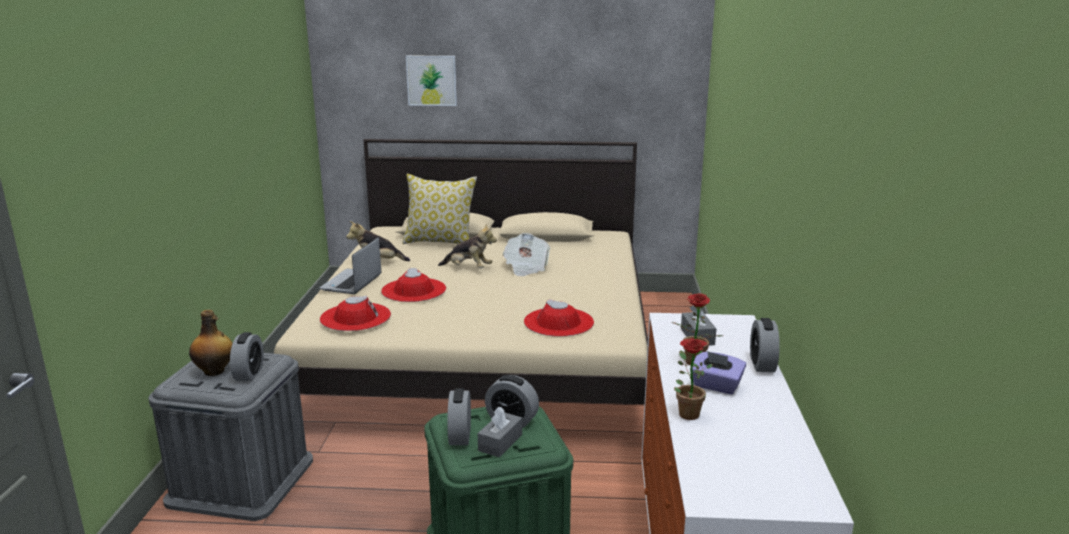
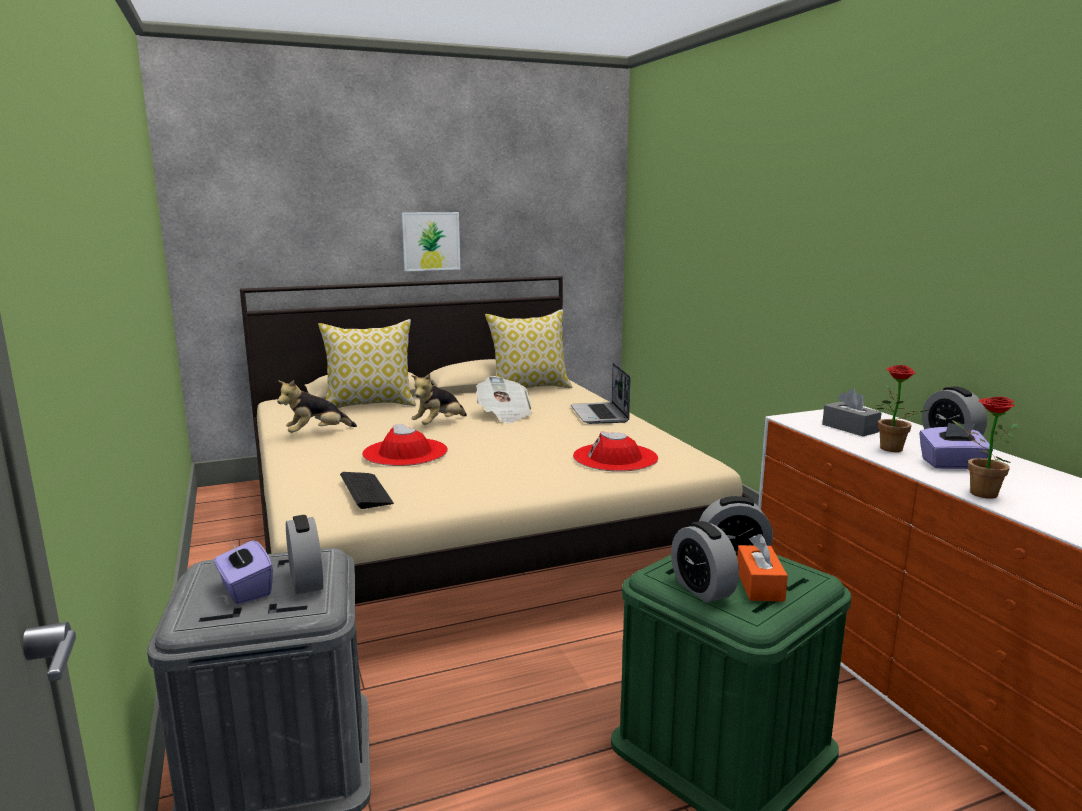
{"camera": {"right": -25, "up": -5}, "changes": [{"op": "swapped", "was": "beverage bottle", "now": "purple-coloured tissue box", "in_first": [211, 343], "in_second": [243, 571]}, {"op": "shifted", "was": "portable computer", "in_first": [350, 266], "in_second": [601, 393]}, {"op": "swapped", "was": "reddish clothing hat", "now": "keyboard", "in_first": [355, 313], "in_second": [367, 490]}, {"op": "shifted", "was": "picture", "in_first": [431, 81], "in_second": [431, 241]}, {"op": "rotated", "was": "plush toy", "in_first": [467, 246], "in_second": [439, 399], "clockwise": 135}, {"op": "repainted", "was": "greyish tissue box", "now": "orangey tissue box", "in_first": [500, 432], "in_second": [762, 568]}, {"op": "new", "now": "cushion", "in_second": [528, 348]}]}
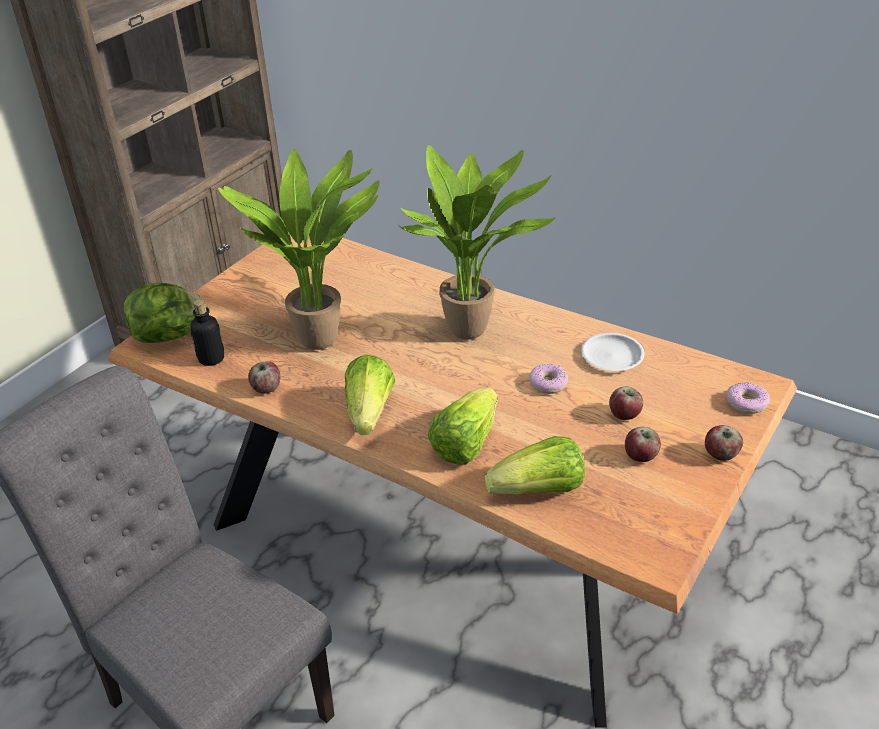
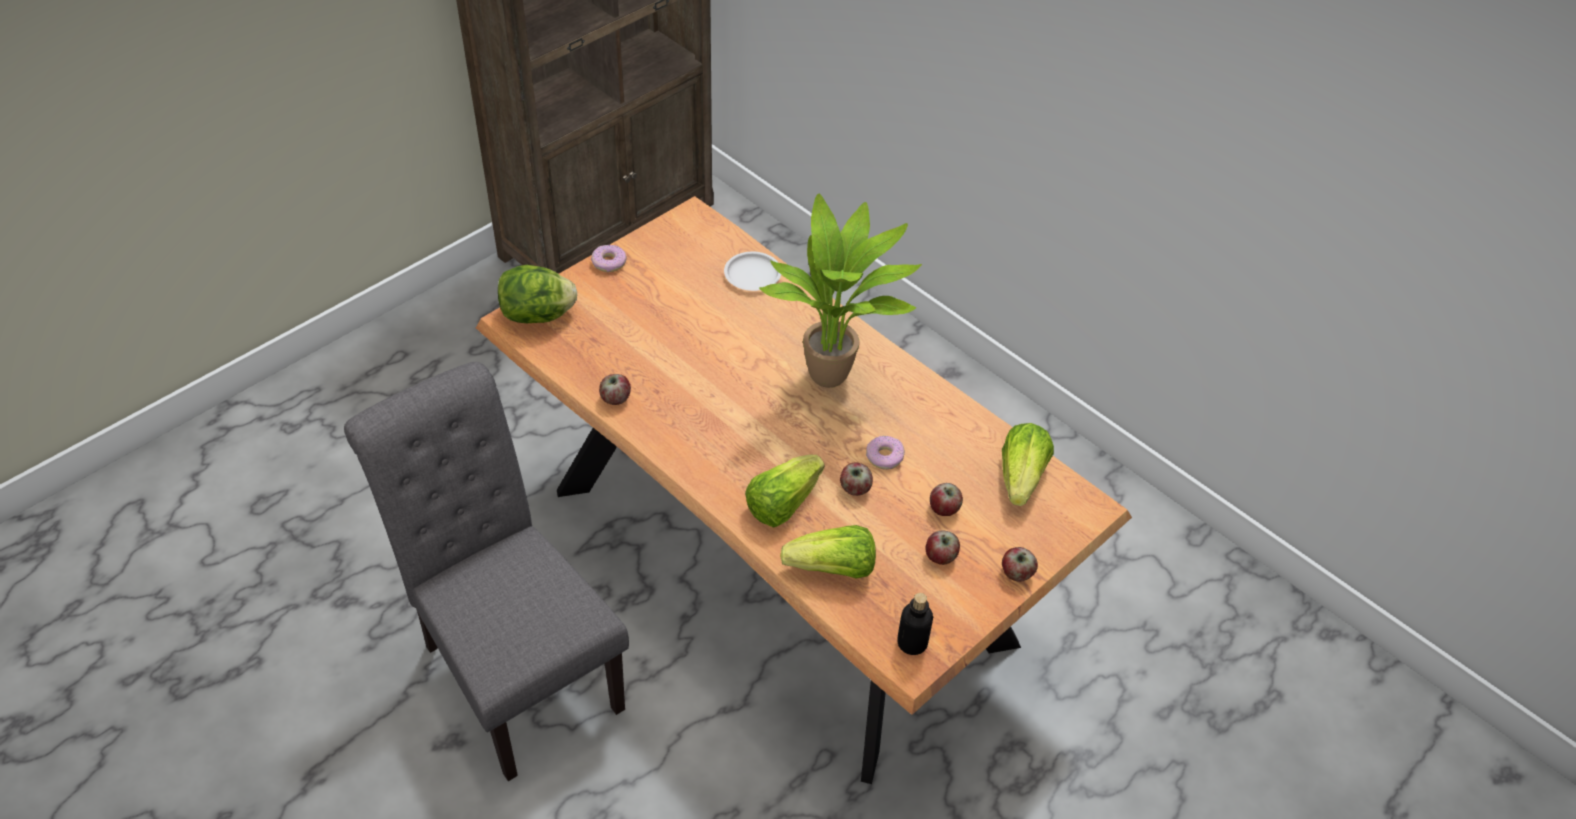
{"camera": {"right": 10, "up": 10}, "changes": [{"op": "shifted", "was": "beverage bottle", "in_first": [207, 333], "in_second": [915, 624]}, {"op": "gone", "was": "potted plant", "in_first": [298, 249]}, {"op": "shifted", "was": "lettuce head", "in_first": [370, 394], "in_second": [1028, 464]}, {"op": "shifted", "was": "white-coloured flat dish", "in_first": [613, 352], "in_second": [752, 271]}, {"op": "shifted", "was": "ring doughnut", "in_first": [748, 398], "in_second": [609, 258]}, {"op": "new", "now": "apple fruit", "in_second": [856, 479]}]}
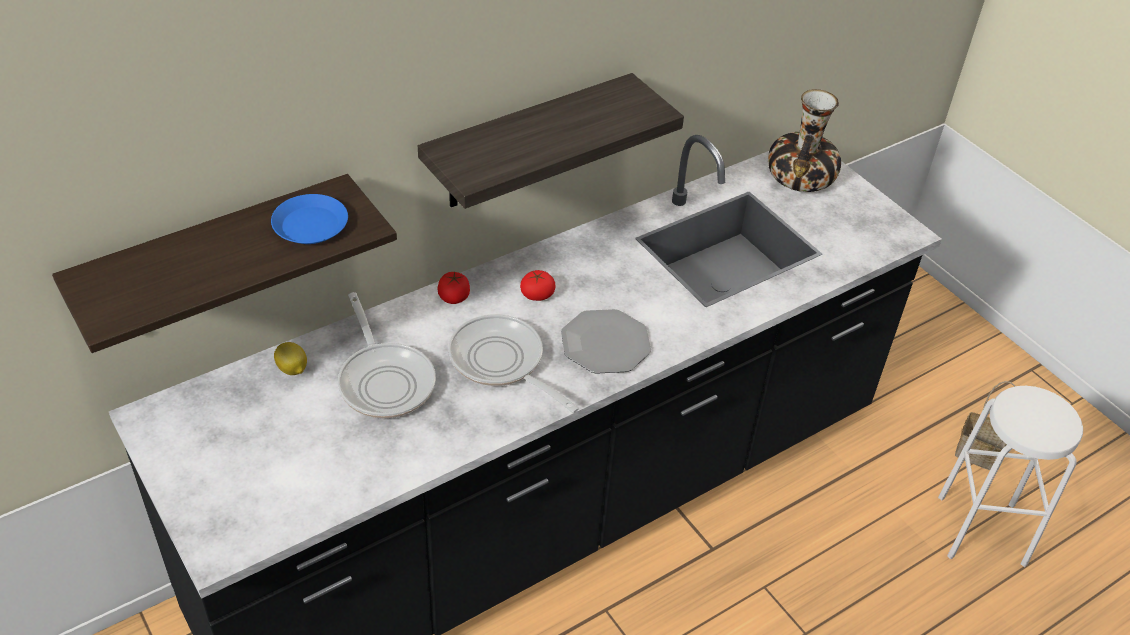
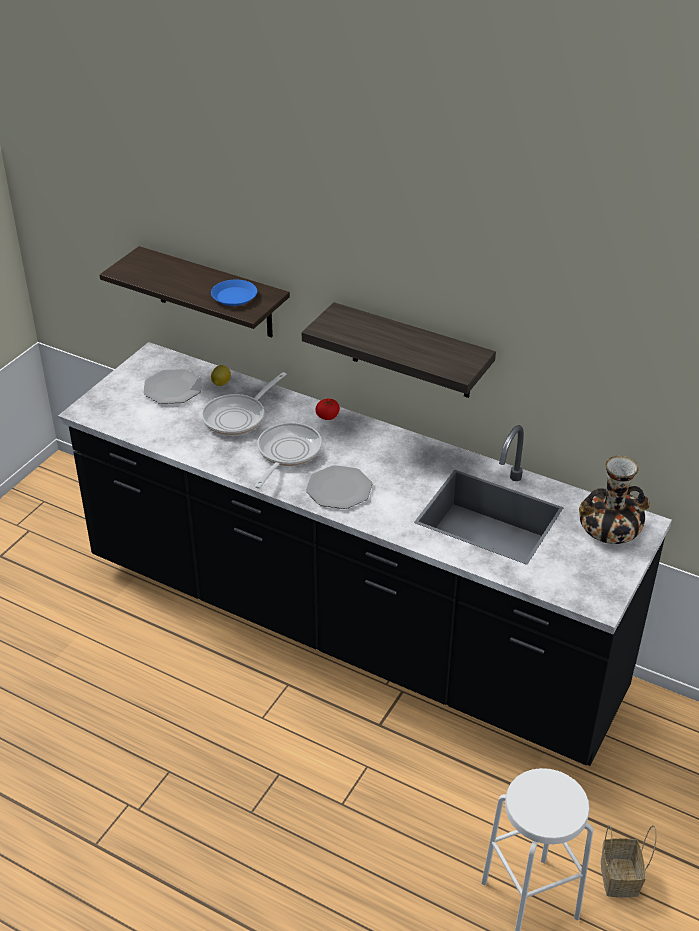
{"camera": {"right": 65, "up": -5}, "changes": [{"op": "gone", "was": "whole tomato", "in_first": [537, 285]}, {"op": "new", "now": "flat dish", "in_second": [172, 386]}]}
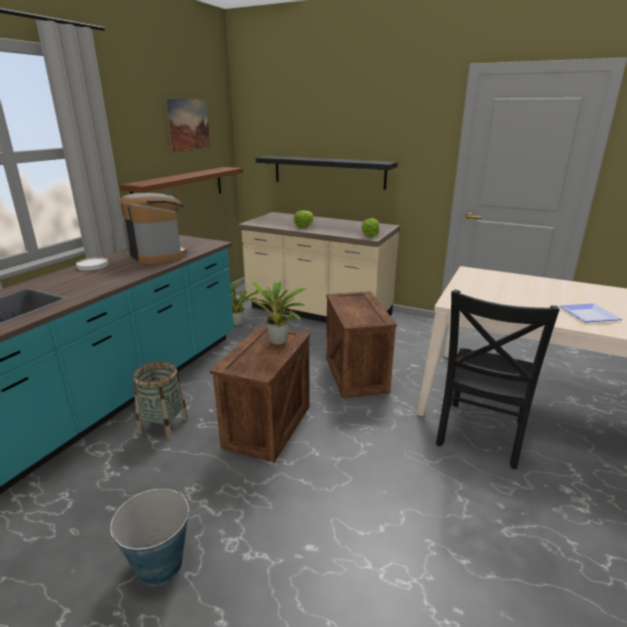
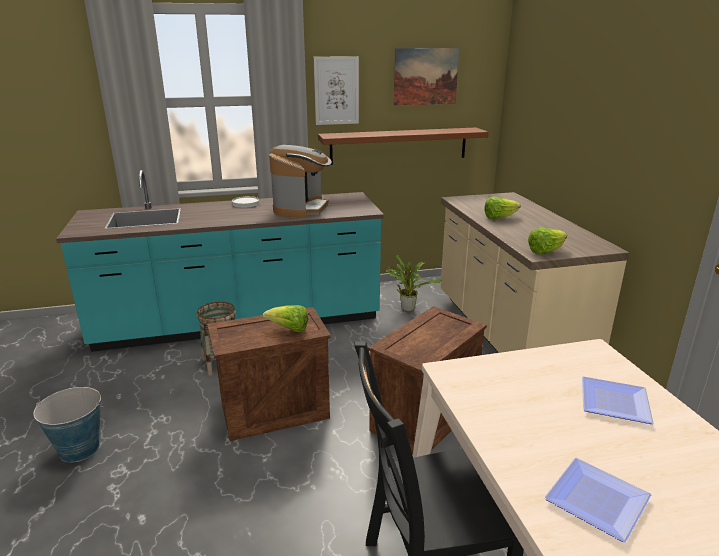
{"camera": {"right": 50, "up": 0}, "changes": [{"op": "swapped", "was": "potted plant", "now": "lettuce head", "in_first": [272, 313], "in_second": [285, 318]}, {"op": "gone", "was": "blackish shelf", "in_first": [327, 173]}, {"op": "new", "now": "picture", "in_second": [336, 90]}, {"op": "new", "now": "flat dish", "in_second": [618, 400]}]}
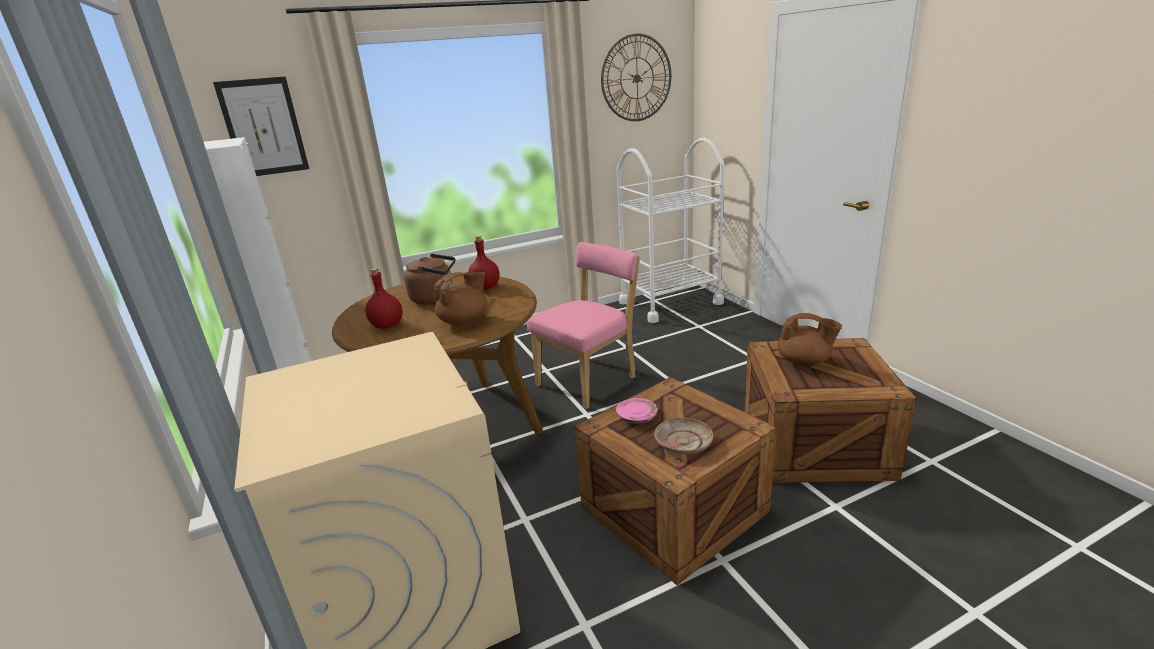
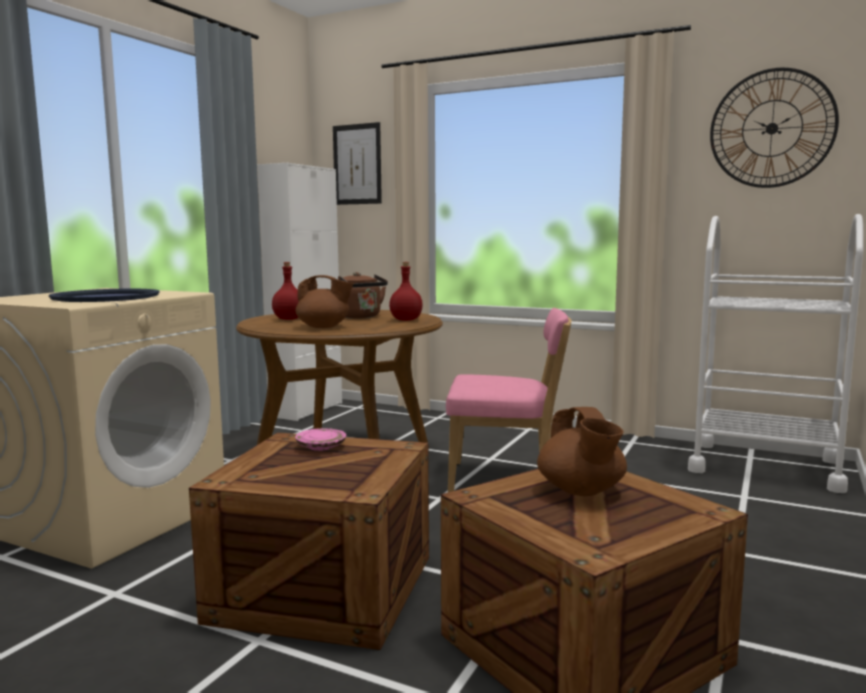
{"camera": {"right": 50, "up": -15}, "changes": [{"op": "gone", "was": "beige flat dish", "in_first": [683, 436]}, {"op": "new", "now": "blue-coloured serving tray", "in_second": [104, 295]}]}
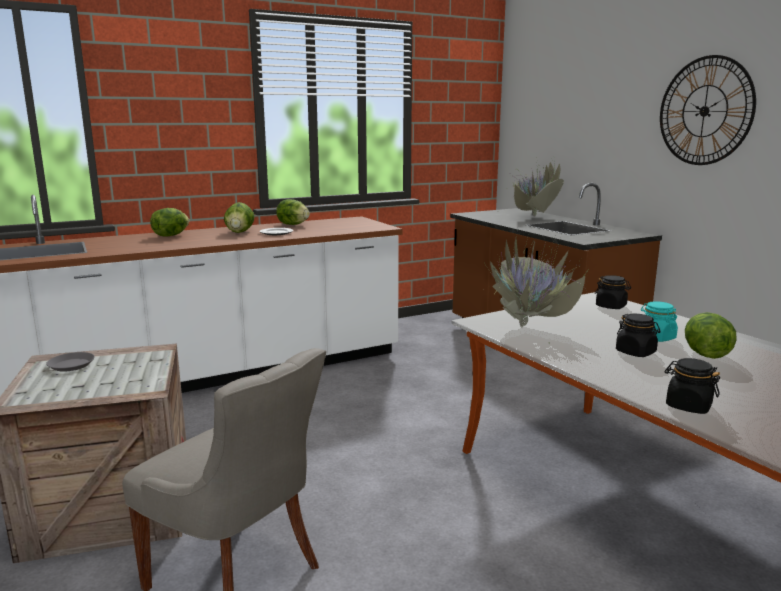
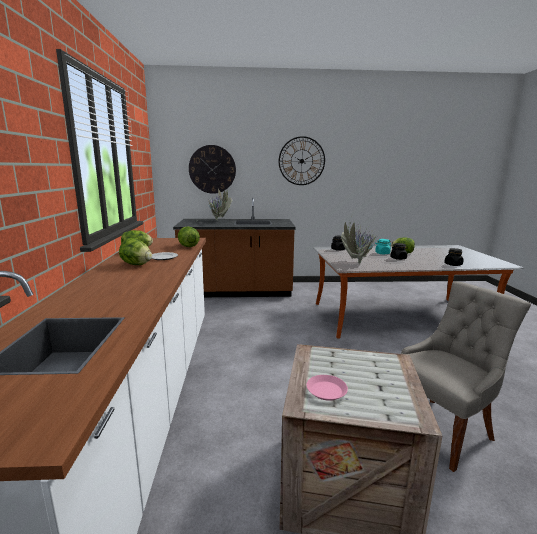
{"camera": {"right": -65, "up": 0}, "changes": [{"op": "repainted", "was": "greyish flat dish", "now": "pink flat dish", "in_first": [70, 362], "in_second": [327, 388]}, {"op": "shifted", "was": "lettuce head", "in_first": [169, 222], "in_second": [189, 237]}, {"op": "new", "now": "hanging clock", "in_second": [212, 169]}]}
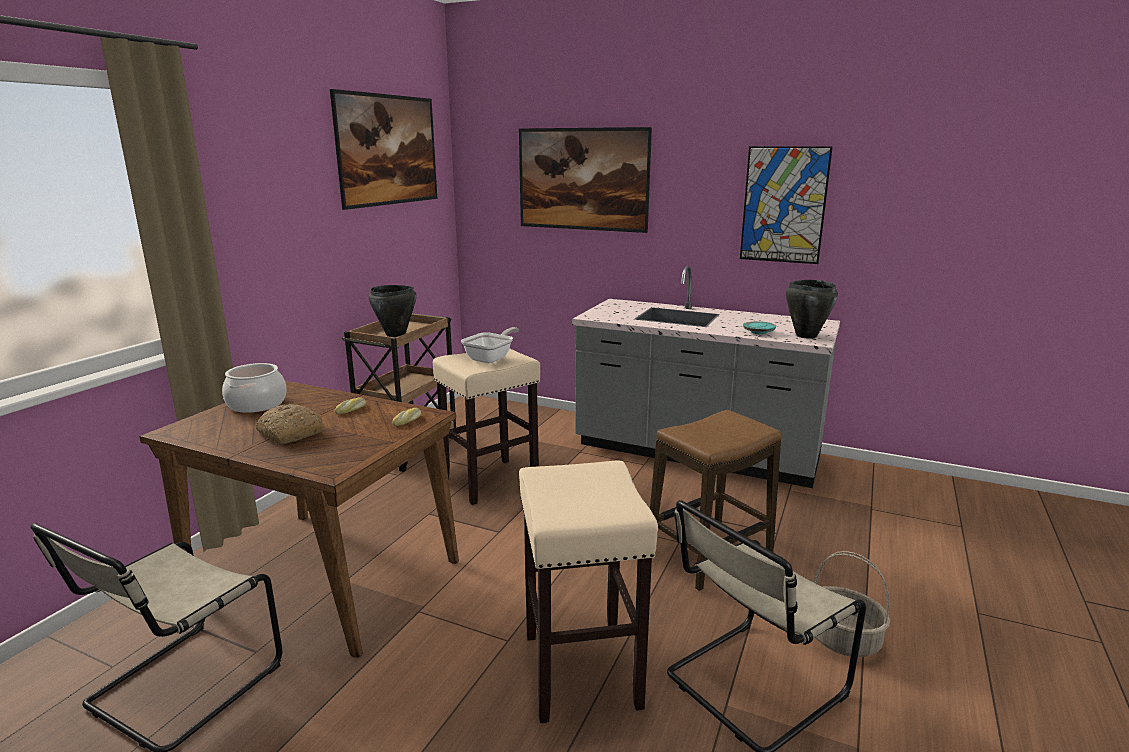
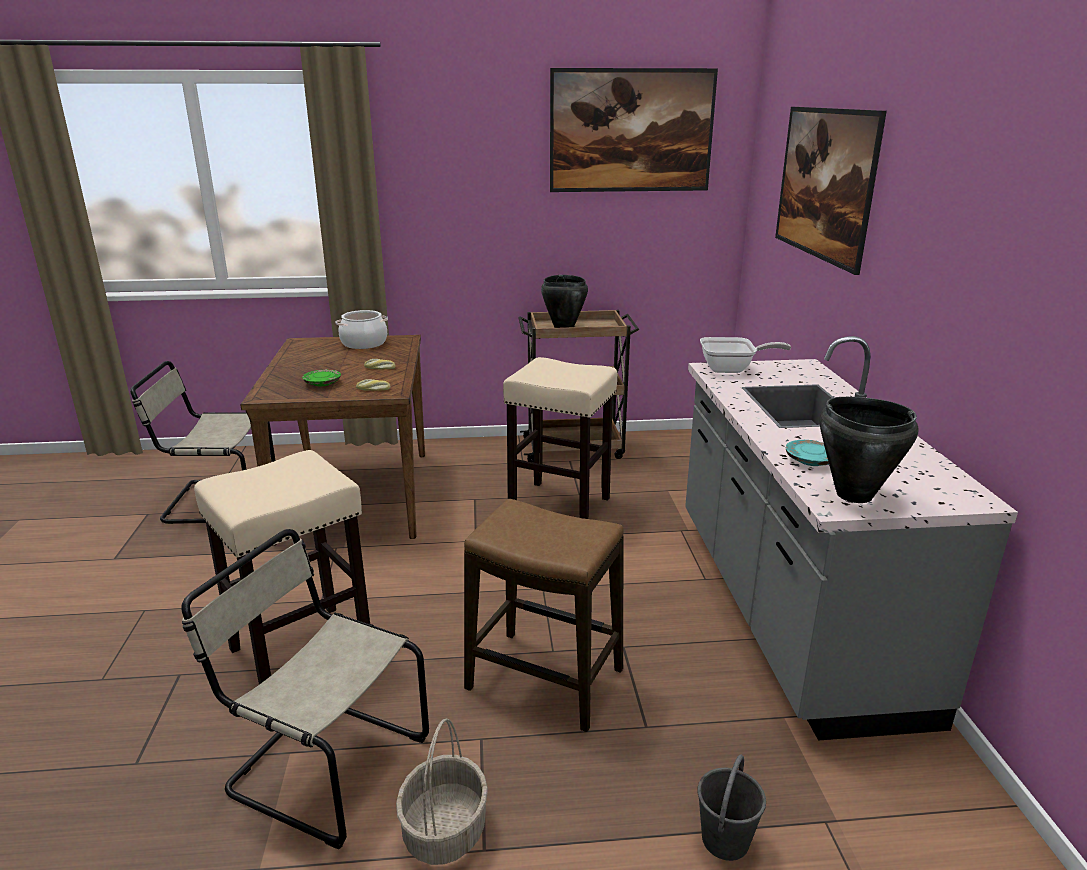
{"camera": {"right": 60, "up": 5}, "changes": [{"op": "gone", "was": "bakery bread", "in_first": [290, 424]}, {"op": "shifted", "was": "skillet", "in_first": [490, 345], "in_second": [745, 355]}, {"op": "gone", "was": "picture", "in_first": [786, 205]}, {"op": "new", "now": "greenish flat dish", "in_second": [321, 378]}, {"op": "new", "now": "greyish pail", "in_second": [732, 807]}]}
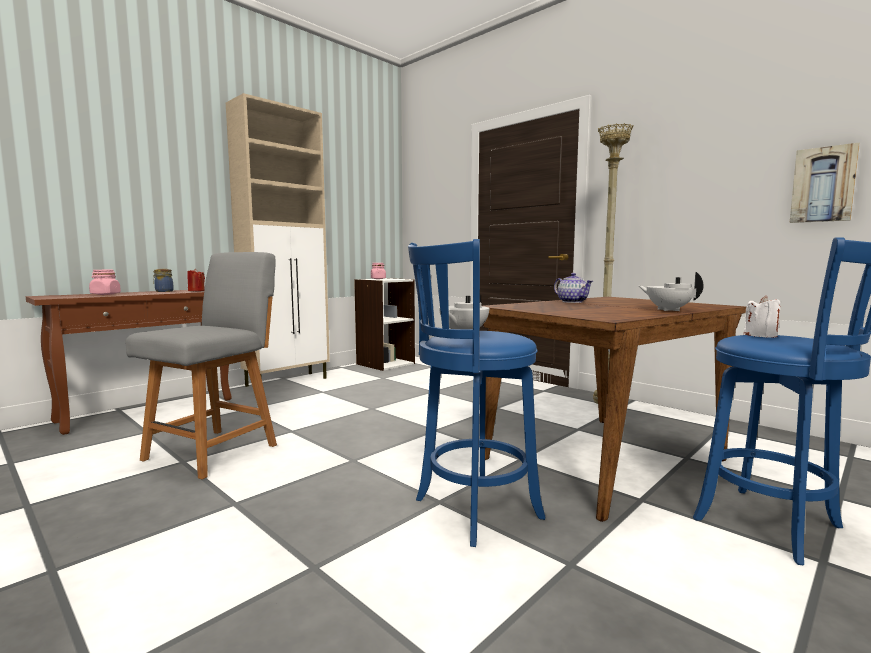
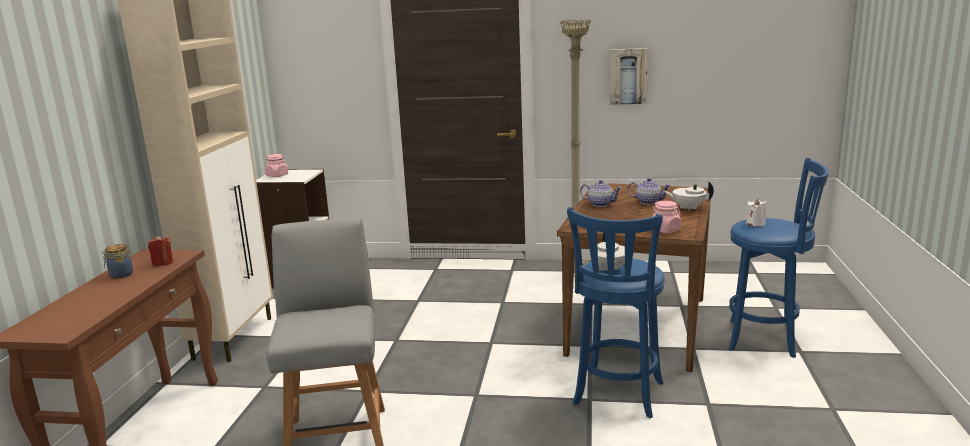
{"camera": {"right": -35, "up": 10}, "changes": [{"op": "shifted", "was": "pink jar", "in_first": [105, 282], "in_second": [666, 217]}, {"op": "shifted", "was": "picture", "in_first": [825, 183], "in_second": [629, 76]}, {"op": "new", "now": "tea pot", "in_second": [649, 191]}]}
